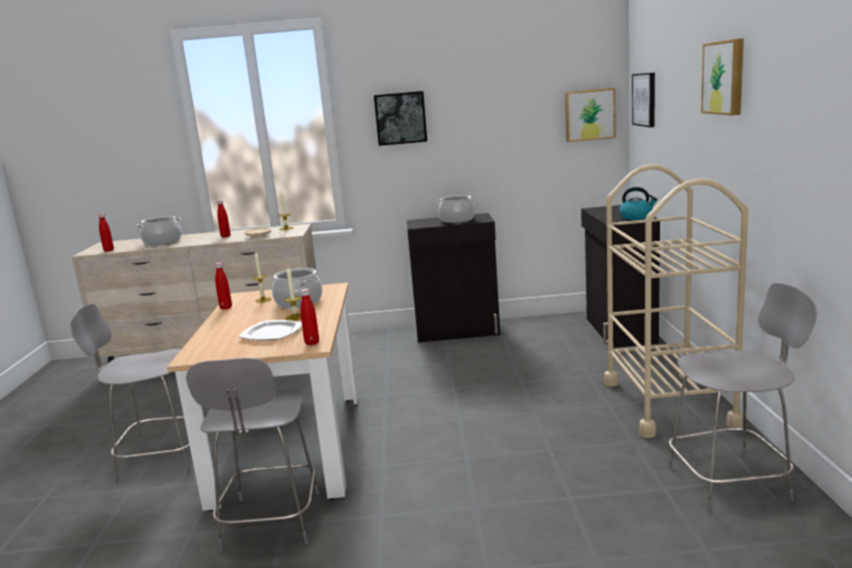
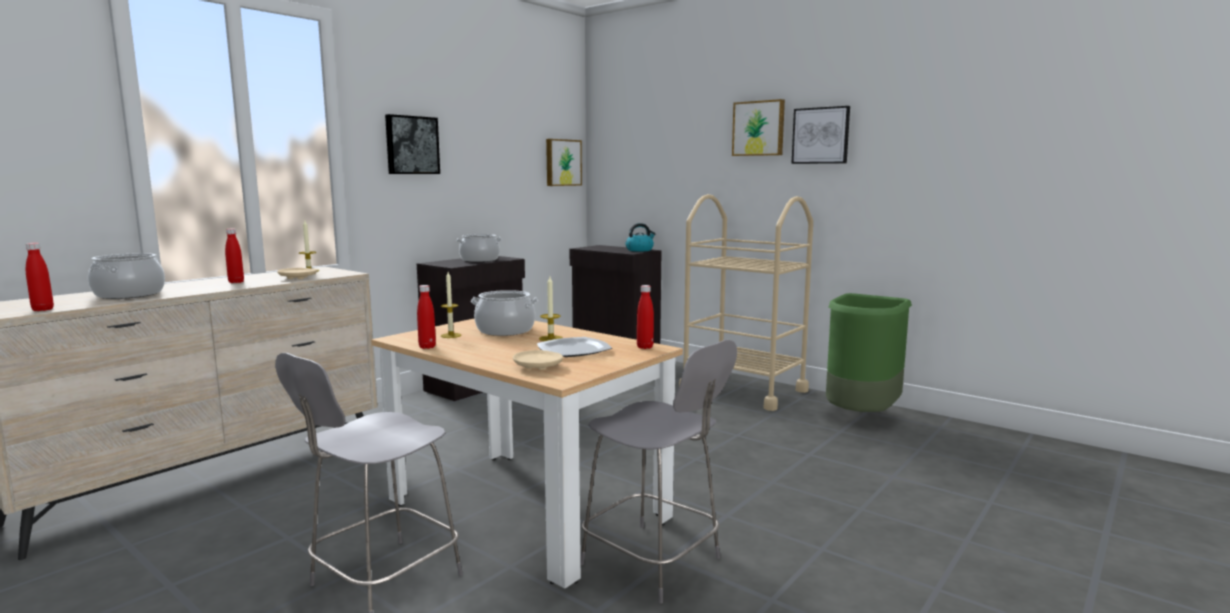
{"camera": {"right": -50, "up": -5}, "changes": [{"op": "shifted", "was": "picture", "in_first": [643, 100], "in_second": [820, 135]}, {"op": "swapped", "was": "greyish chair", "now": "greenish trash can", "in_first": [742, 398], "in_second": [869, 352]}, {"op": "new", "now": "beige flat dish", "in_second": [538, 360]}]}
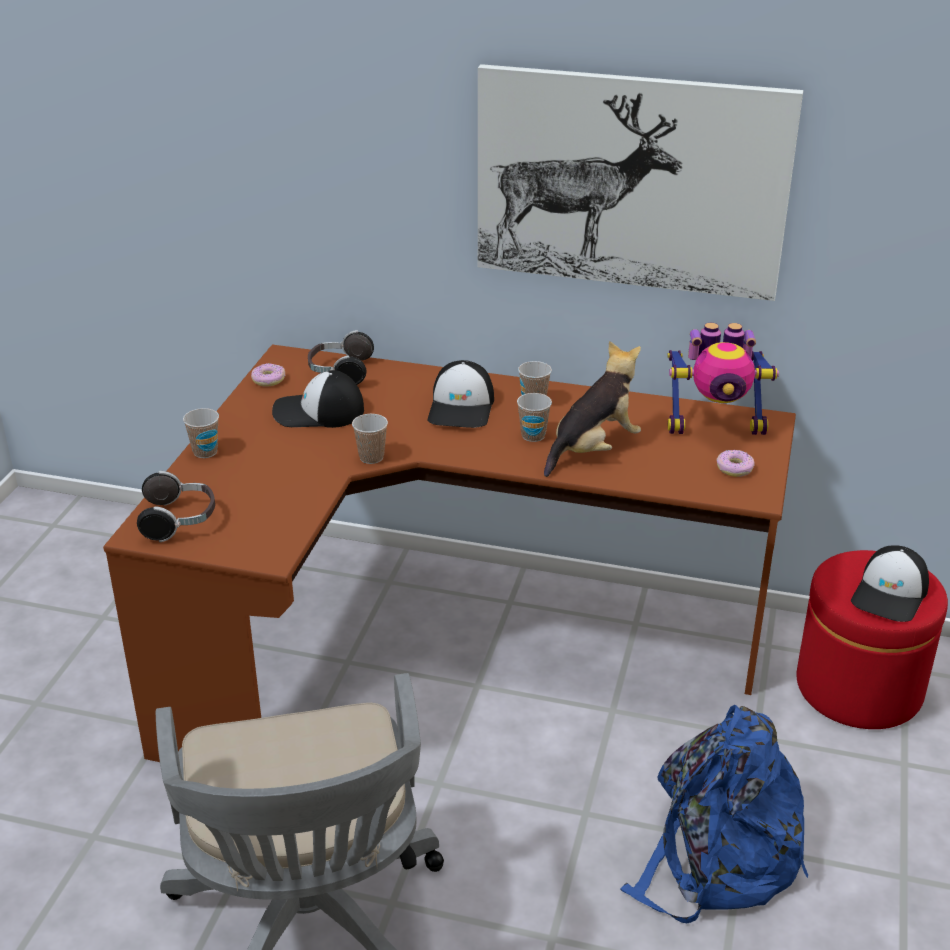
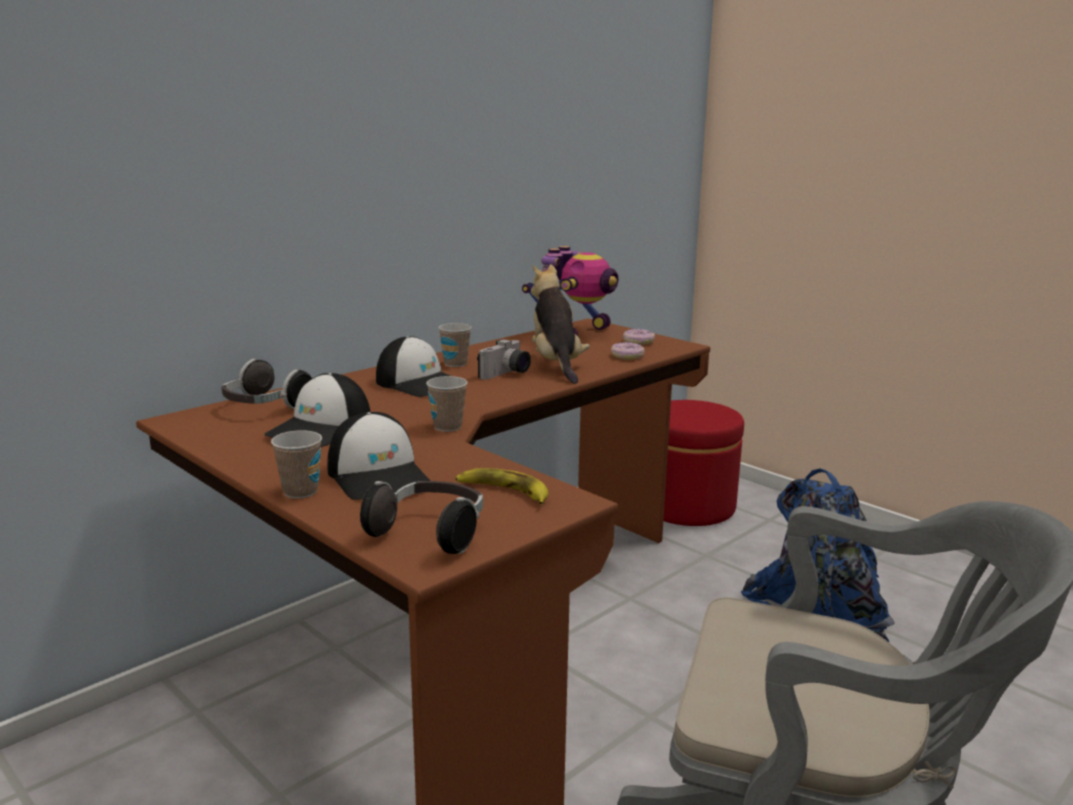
{"camera": {"right": -60, "up": -15}, "changes": [{"op": "shifted", "was": "ring doughnut", "in_first": [268, 375], "in_second": [628, 351]}, {"op": "gone", "was": "picture", "in_first": [640, 182]}, {"op": "swapped", "was": "drinking cup", "now": "still camera", "in_first": [534, 417], "in_second": [504, 359]}, {"op": "shifted", "was": "baseball cap", "in_first": [890, 583], "in_second": [378, 455]}, {"op": "new", "now": "banana fruit", "in_second": [501, 486]}]}
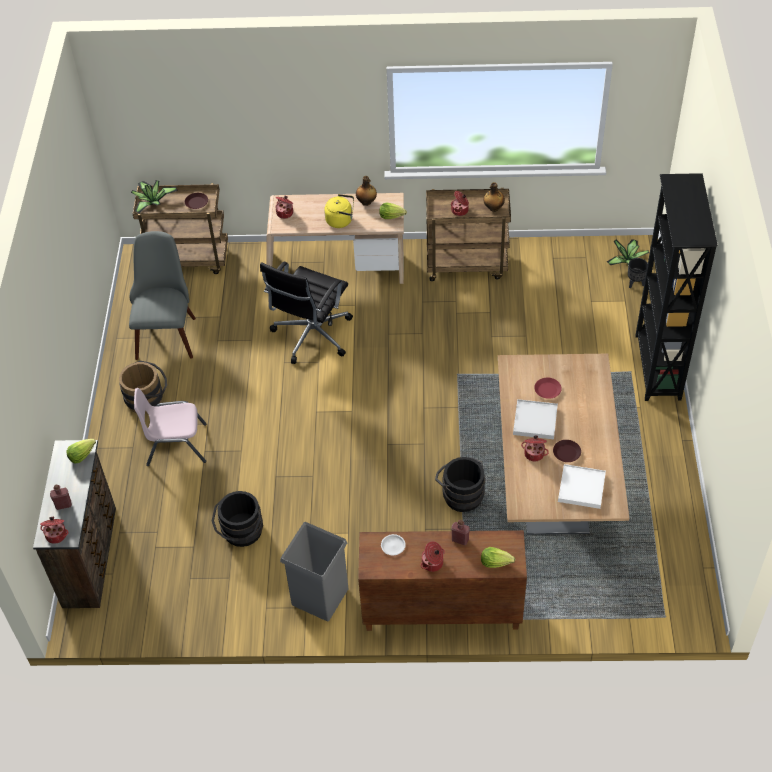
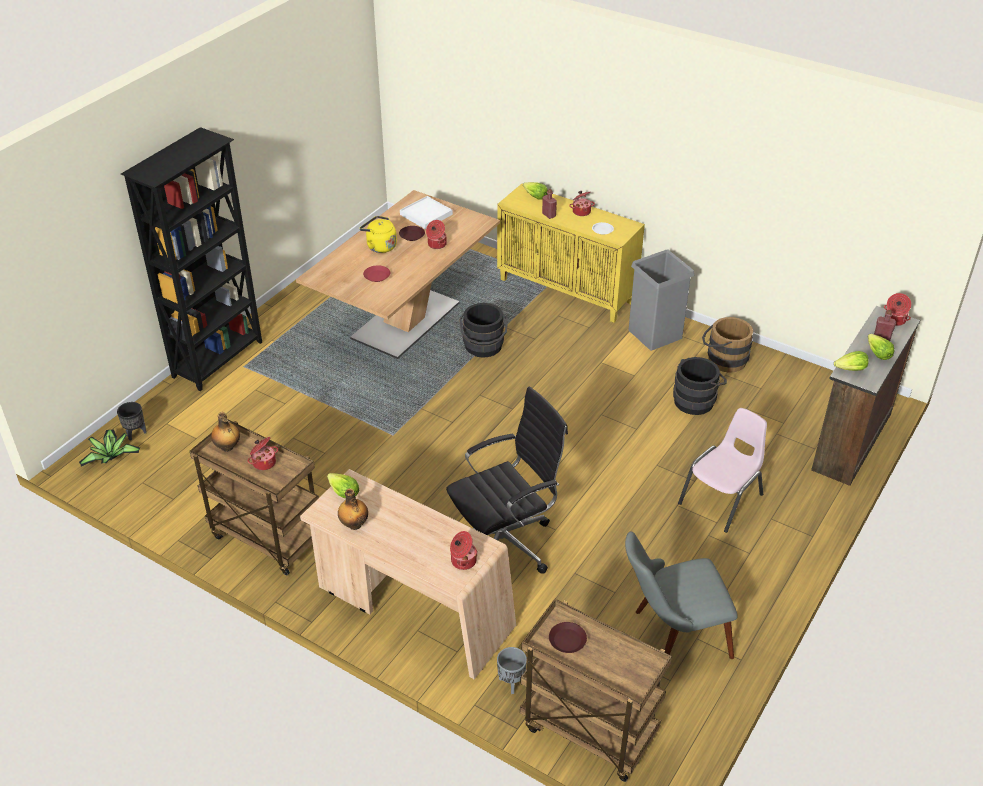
{"camera": {"right": -150, "up": -10}, "changes": [{"op": "shifted", "was": "brown pail", "in_first": [143, 387], "in_second": [727, 345]}, {"op": "rotated", "was": "greyish chair", "in_first": [162, 295], "in_second": [681, 595], "clockwise": 45}, {"op": "gone", "was": "potted plant", "in_first": [154, 197]}, {"op": "rotated", "was": "pink chair", "in_first": [170, 427], "in_second": [722, 470], "clockwise": -75}, {"op": "shifted", "was": "yellow-coloured kettle", "in_first": [339, 211], "in_second": [378, 234]}, {"op": "repainted", "was": "brown storage cabinet", "now": "yellow-coloured storage cabinet", "in_first": [442, 580], "in_second": [571, 253]}, {"op": "gone", "was": "white-coloured serving tray", "in_first": [535, 419]}, {"op": "new", "now": "greyish plant pot", "in_second": [512, 670]}, {"op": "new", "now": "lettuce head", "in_second": [881, 347]}]}
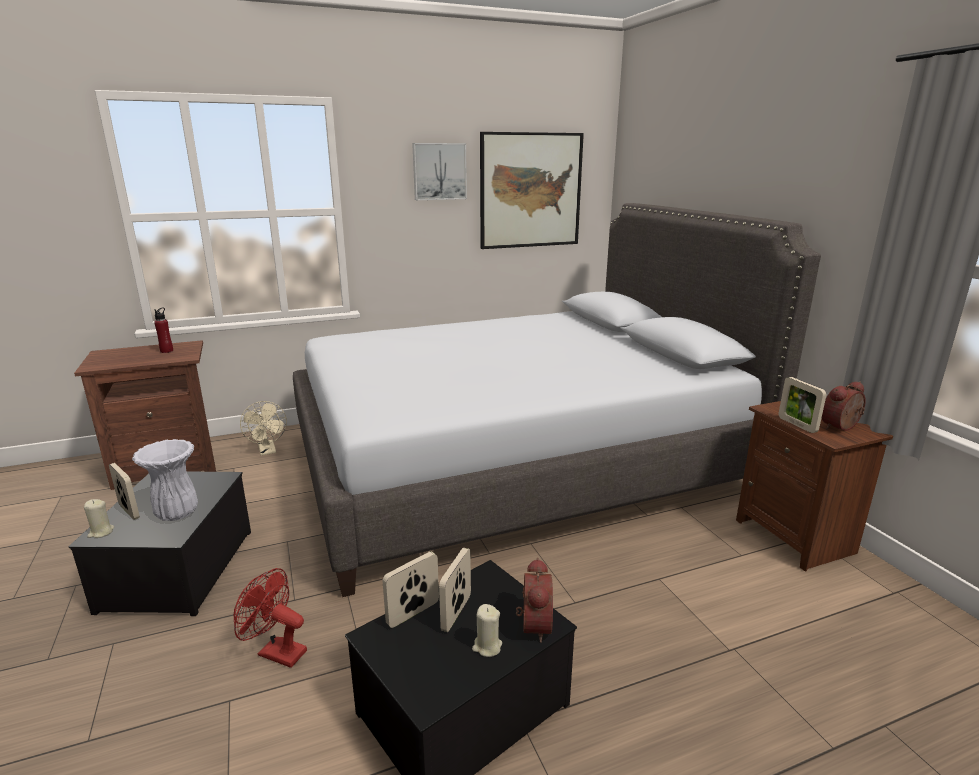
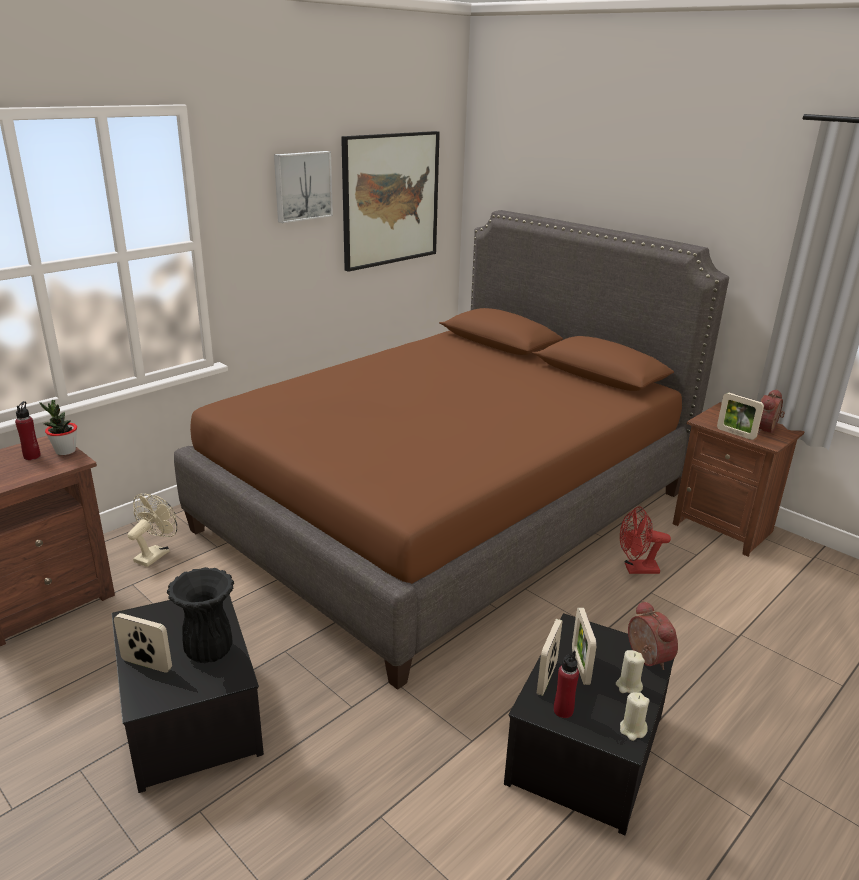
{"camera": {"right": -25, "up": 5}, "changes": [{"op": "shifted", "was": "beige wax light", "in_first": [99, 518], "in_second": [635, 716]}, {"op": "repainted", "was": "white-coloured flower vase", "now": "blackish flower vase", "in_first": [165, 480], "in_second": [200, 615]}, {"op": "shifted", "was": "reddish fan", "in_first": [270, 618], "in_second": [645, 540]}, {"op": "rotated", "was": "beige fan", "in_first": [263, 428], "in_second": [152, 530], "clockwise": -105}, {"op": "repainted", "was": "greyish sleeping bed", "now": "brown sleeping bed", "in_first": [557, 400], "in_second": [451, 450]}, {"op": "new", "now": "potted plant", "in_second": [58, 427]}, {"op": "new", "now": "reddish beverage bottle", "in_second": [566, 684]}]}
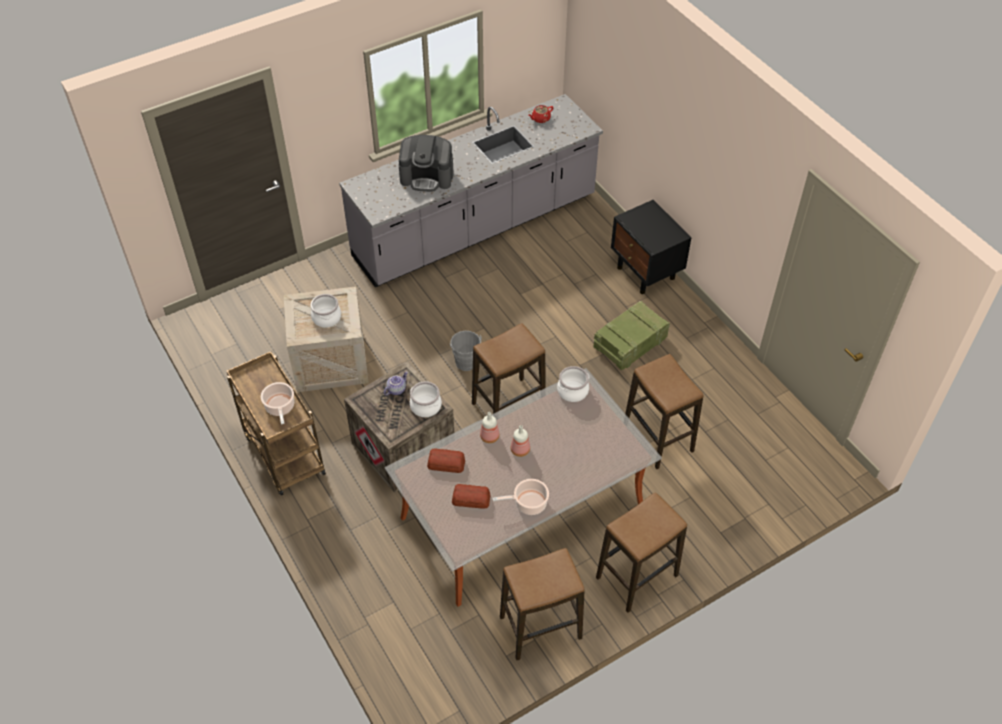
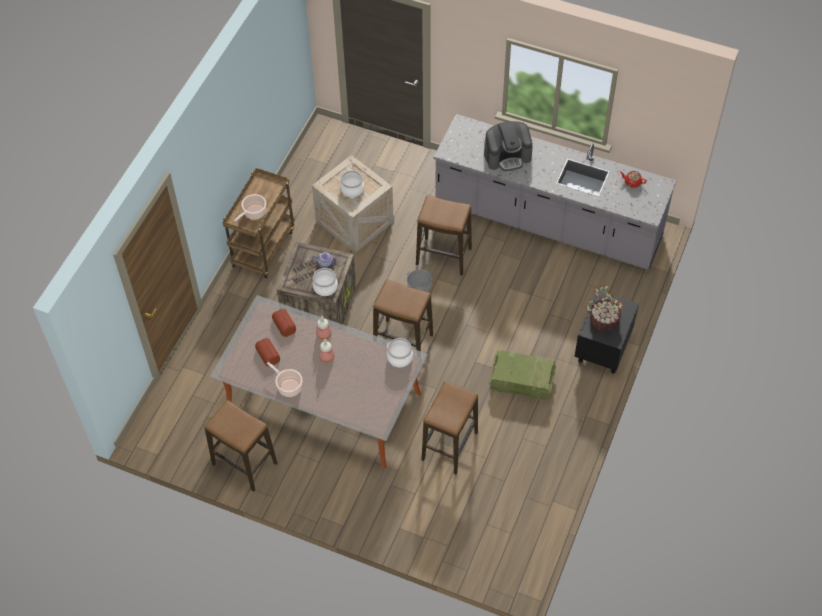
{"camera": {"right": 55, "up": 5}, "changes": [{"op": "rotated", "was": "coffee maker", "in_first": [426, 163], "in_second": [508, 146], "clockwise": -75}, {"op": "shifted", "was": "sitting stool", "in_first": [641, 552], "in_second": [444, 235]}, {"op": "new", "now": "potted plant", "in_second": [604, 308]}]}
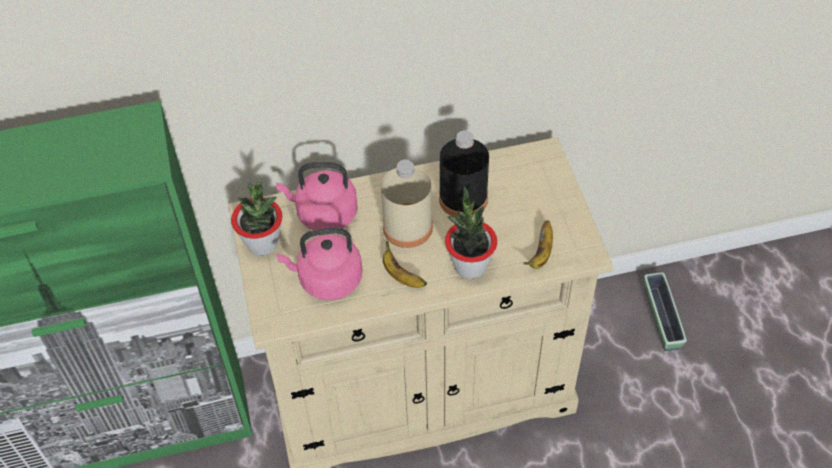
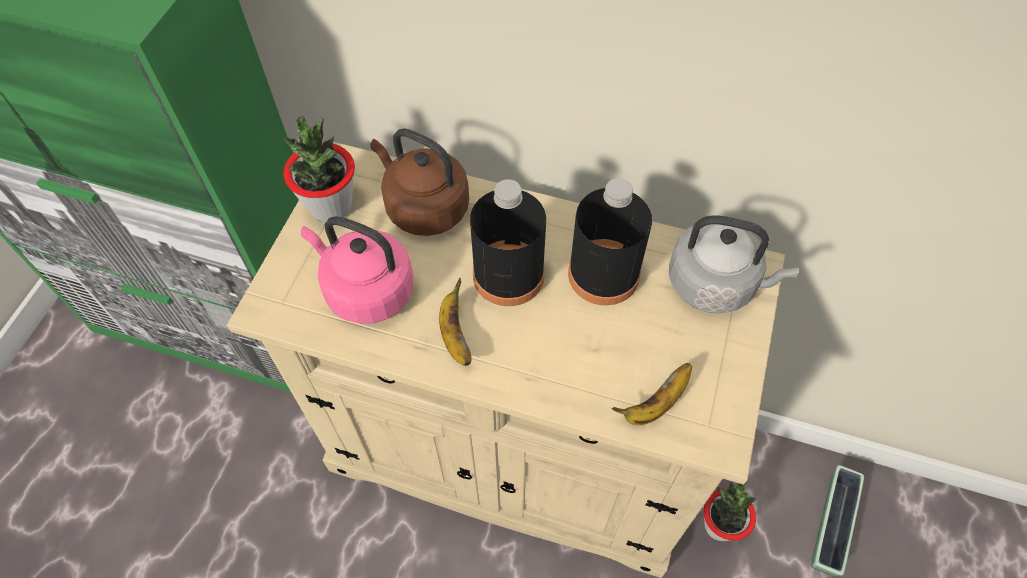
{"camera": {"right": 30, "up": 5}, "changes": [{"op": "repainted", "was": "pink kettle", "now": "brown kettle", "in_first": [317, 196], "in_second": [420, 182]}, {"op": "repainted", "was": "beige beverage bottle", "now": "blackish beverage bottle", "in_first": [407, 203], "in_second": [508, 242]}, {"op": "shifted", "was": "potted plant", "in_first": [471, 233], "in_second": [730, 511]}, {"op": "new", "now": "greyish kettle", "in_second": [733, 264]}]}
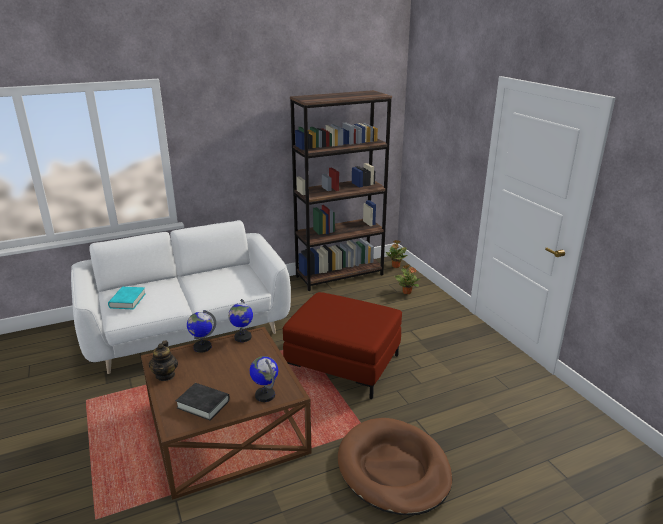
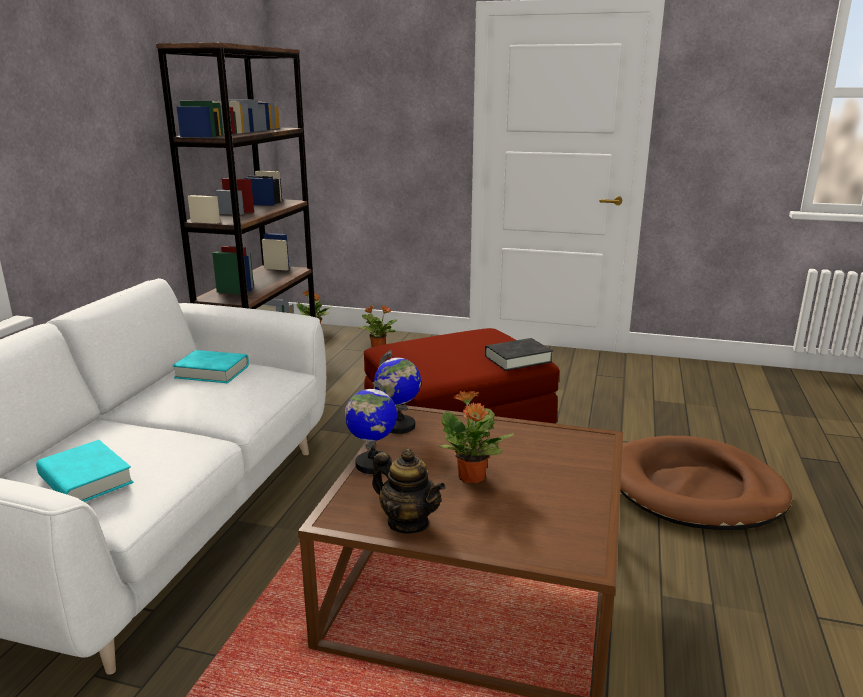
{"camera": {"right": -50, "up": -5}, "changes": [{"op": "shifted", "was": "blackish bound book", "in_first": [203, 401], "in_second": [519, 354]}, {"op": "gone", "was": "desk globe", "in_first": [264, 379]}, {"op": "new", "now": "blue-green bound book", "in_second": [211, 366]}, {"op": "new", "now": "potted plant", "in_second": [476, 437]}]}
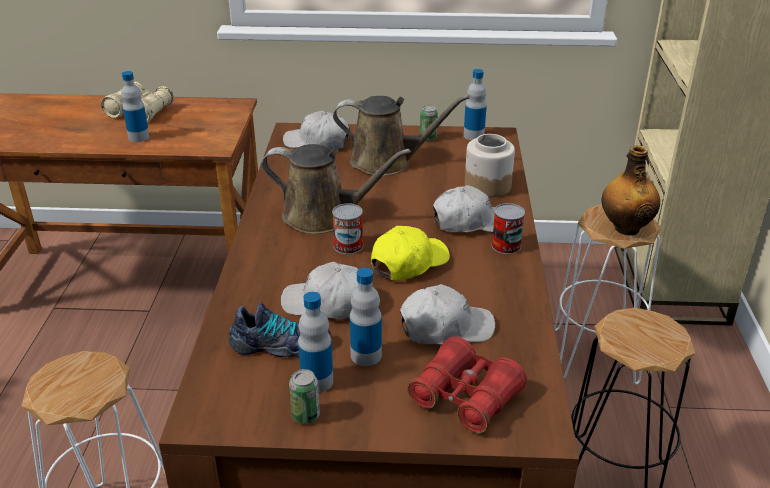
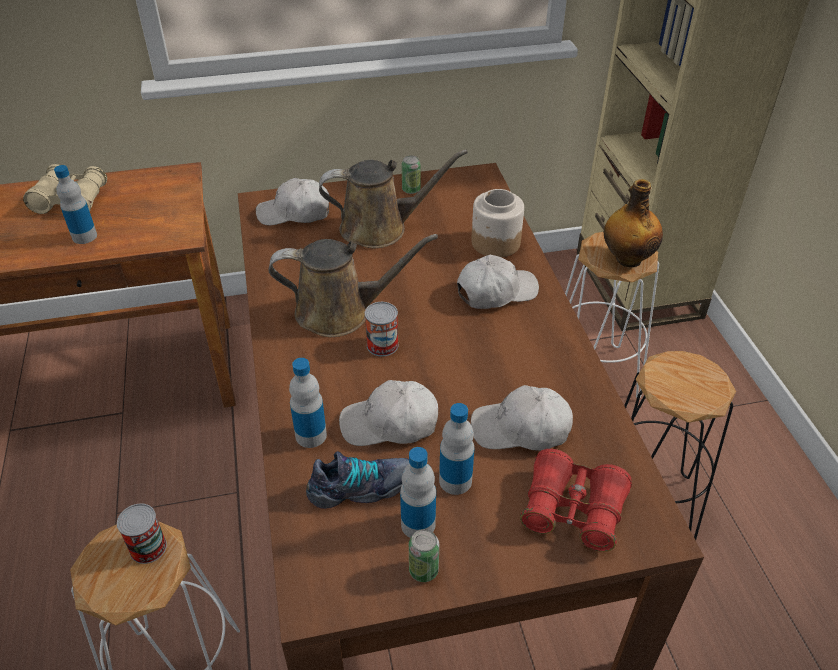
{"camera": {"right": -15, "up": 10}, "changes": [{"op": "gone", "was": "yellow-coloured baseball cap", "in_first": [410, 253]}, {"op": "rotated", "was": "white-coloured baseball cap", "in_first": [447, 314], "in_second": [522, 418], "clockwise": -150}, {"op": "shifted", "was": "beverage bottle", "in_first": [475, 104], "in_second": [308, 403]}, {"op": "shifted", "was": "can", "in_first": [508, 228], "in_second": [142, 534]}]}
